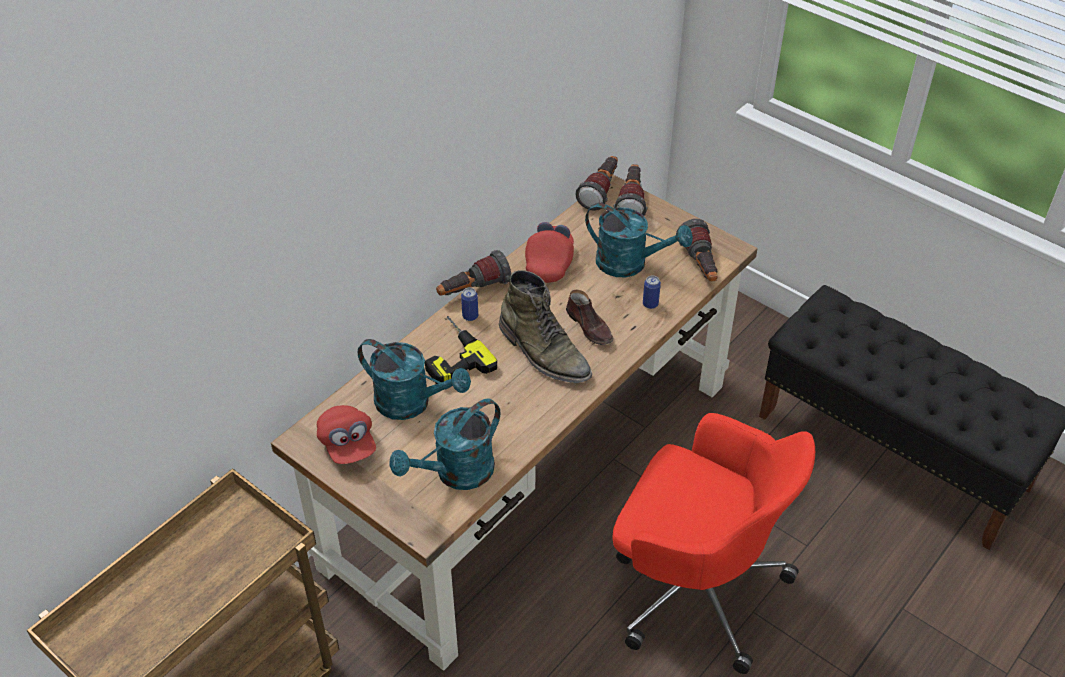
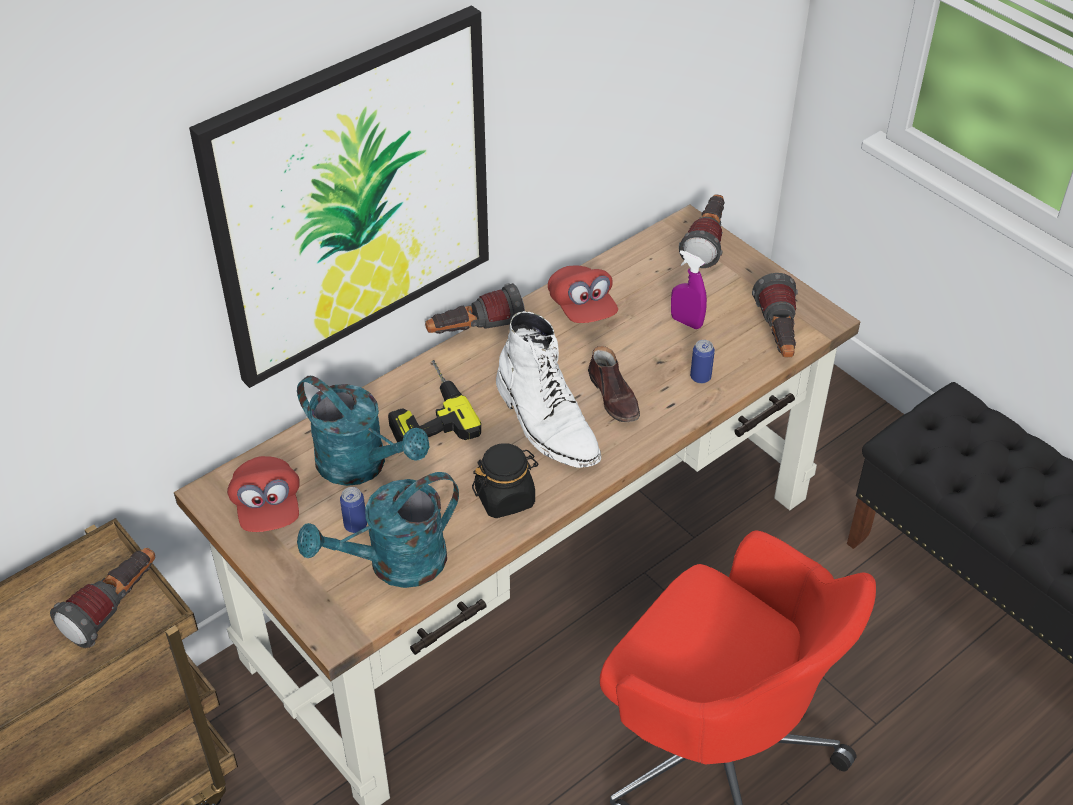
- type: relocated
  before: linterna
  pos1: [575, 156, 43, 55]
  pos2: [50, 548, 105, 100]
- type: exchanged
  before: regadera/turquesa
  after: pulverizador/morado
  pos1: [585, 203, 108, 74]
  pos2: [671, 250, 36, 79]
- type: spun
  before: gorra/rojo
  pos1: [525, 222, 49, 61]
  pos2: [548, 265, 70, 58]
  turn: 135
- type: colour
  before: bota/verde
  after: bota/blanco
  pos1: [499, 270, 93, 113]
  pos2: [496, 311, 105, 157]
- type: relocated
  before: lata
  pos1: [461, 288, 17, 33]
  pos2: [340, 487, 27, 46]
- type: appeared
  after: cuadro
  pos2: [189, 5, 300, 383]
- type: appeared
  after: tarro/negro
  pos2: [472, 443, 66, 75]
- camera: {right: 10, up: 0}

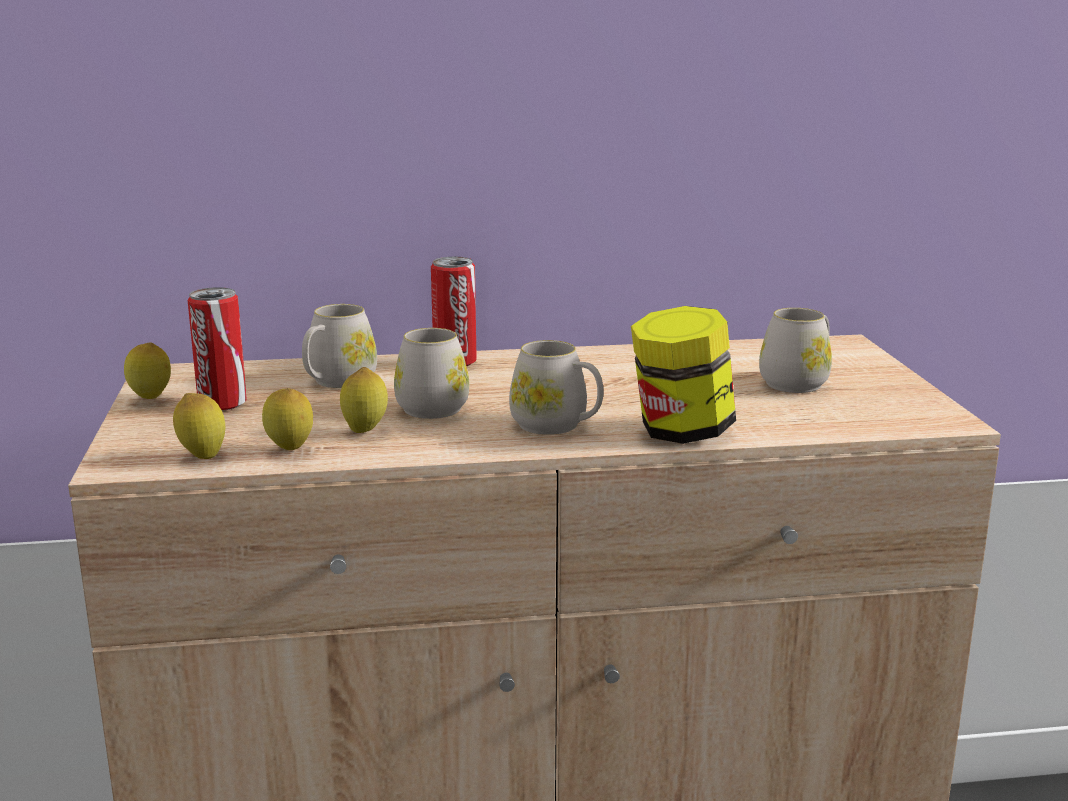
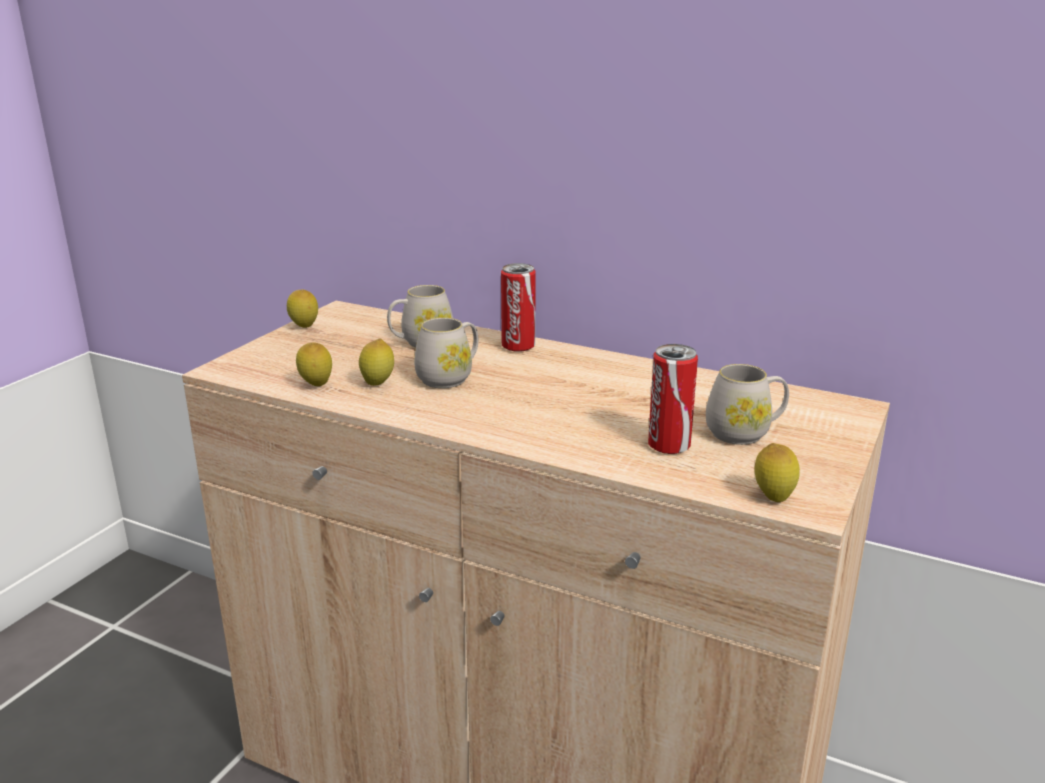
- type: relocated
  before: lata
  pos1: [188, 287, 59, 124]
  pos2: [648, 344, 50, 110]
- type: missing
  before: tarro
  pos1: [631, 306, 105, 138]
- type: missing
  before: taza grande/blanco
  pos1: [509, 340, 94, 95]
- type: relocated
  before: limón
  pos1: [173, 393, 52, 66]
  pos2: [755, 443, 45, 59]
- camera: {right: 35, up: 5}

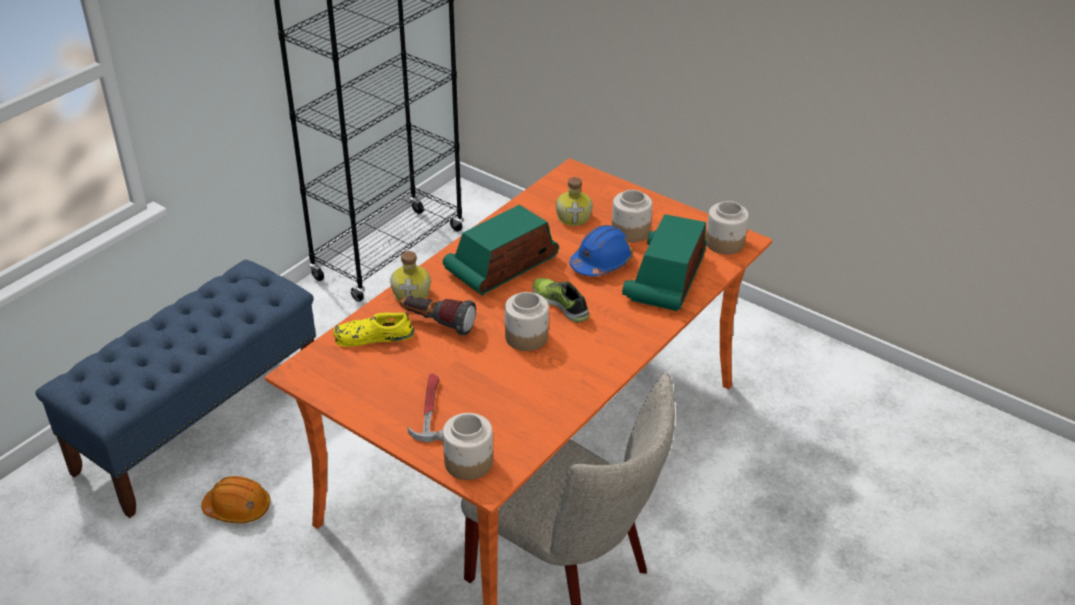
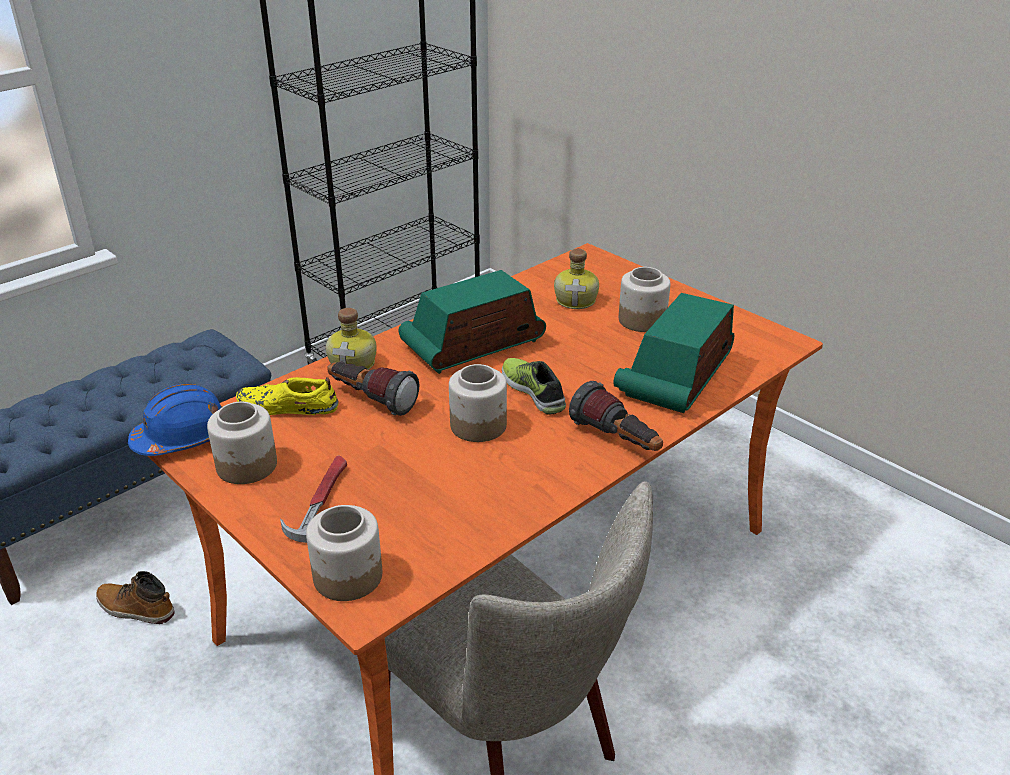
- type: relocated
  before: tarro
  pos1: [706, 201, 43, 53]
  pos2: [207, 402, 70, 82]
- type: relocated
  before: casco/azul
  pos1: [569, 225, 64, 51]
  pos2: [128, 384, 94, 72]
- type: exchanged
  before: casco/naranja
  after: bota
  pos1: [201, 476, 70, 47]
  pos2: [96, 571, 79, 53]
- type: appeared
  after: linterna
  pos2: [569, 381, 94, 70]
- camera: {right: 10, up: -5}

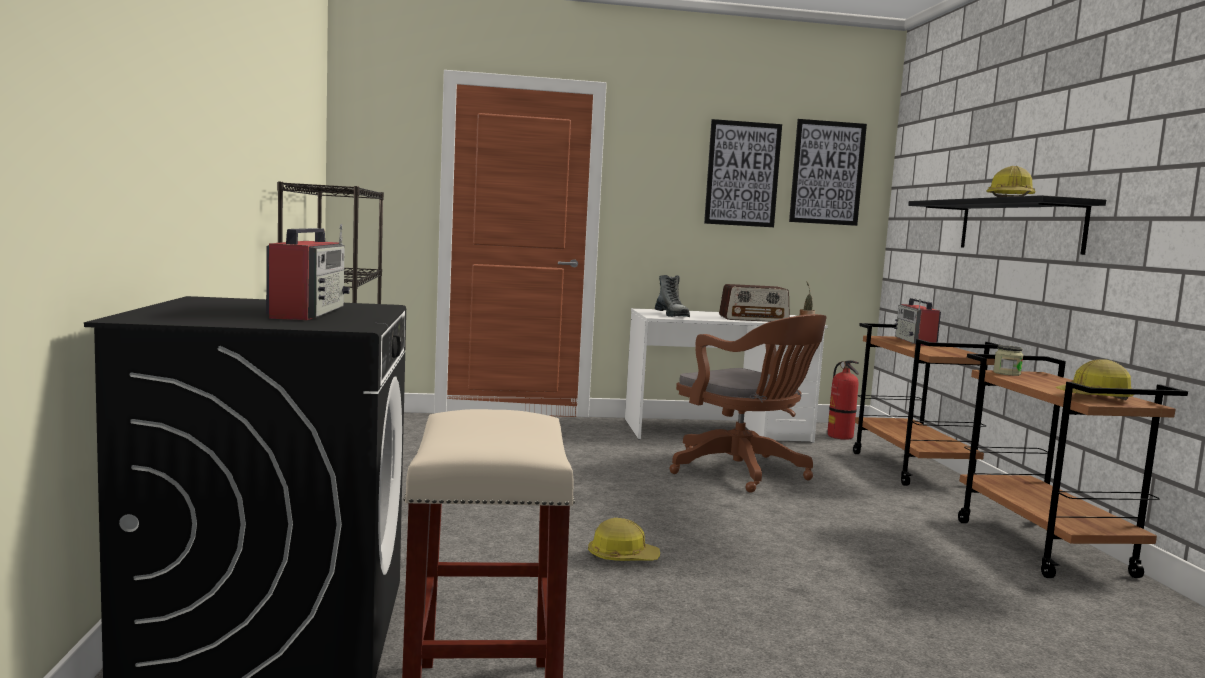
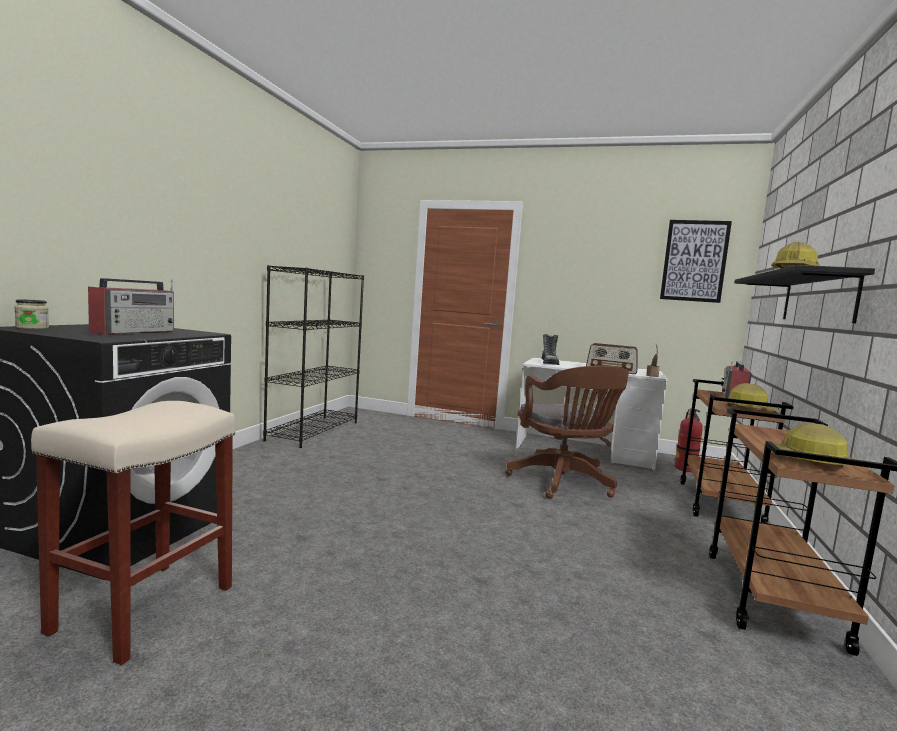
- type: missing
  before: cuadro
  pos1: [704, 119, 78, 108]
- type: relocated
  before: tarro
  pos1: [993, 345, 30, 31]
  pos2: [14, 299, 35, 30]
- type: relocated
  before: casco
  pos1: [588, 518, 72, 43]
  pos2: [727, 383, 52, 27]
- camera: {right: 25, up: 0}

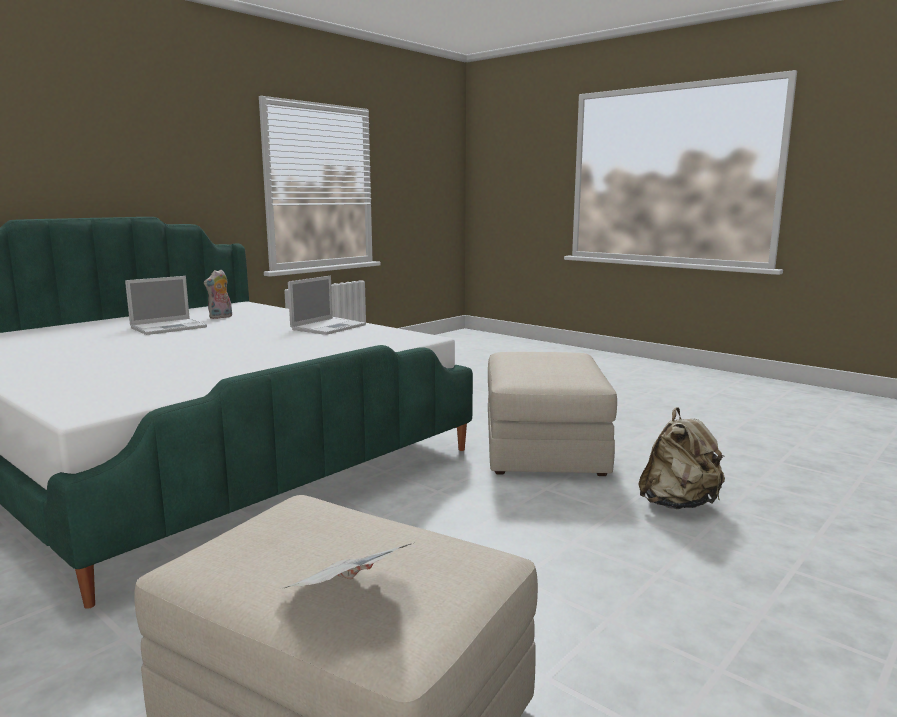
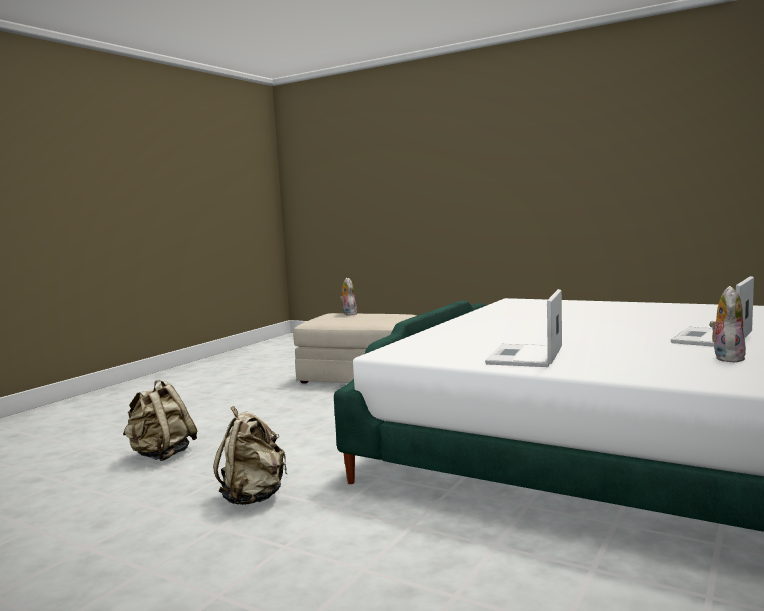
- type: exchanged
  before: puf/beis
  after: mochila/beis
  pos1: [488, 352, 129, 124]
  pos2: [213, 406, 74, 99]
- type: exchanged
  before: periódico
  after: peluche
  pos1: [282, 543, 130, 46]
  pos2: [340, 278, 17, 38]
- camera: {right: 170, up: -5}

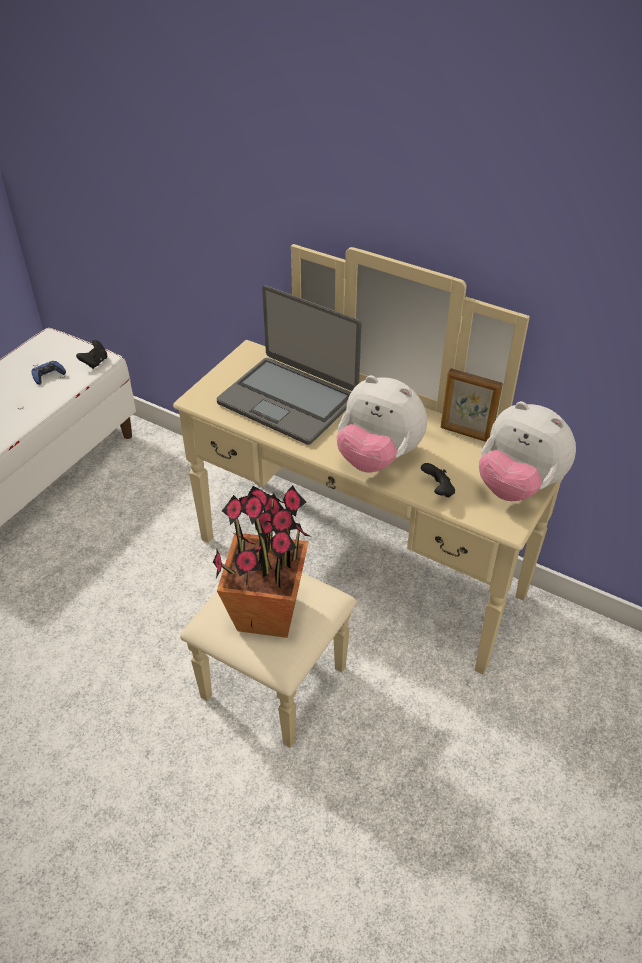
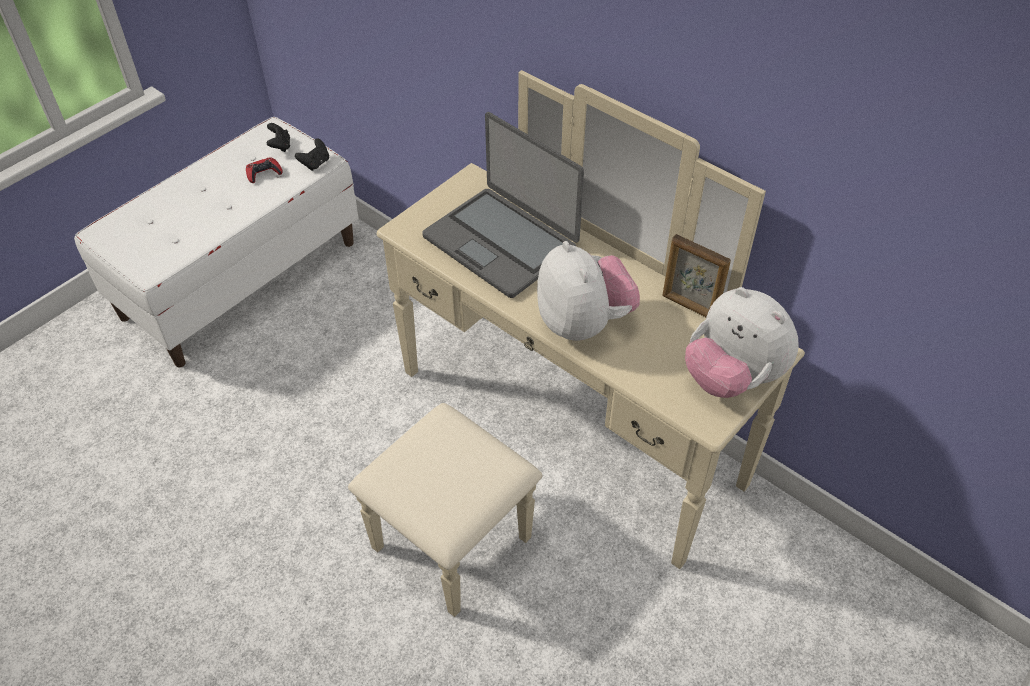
- type: colour
  before: mando de consola/azul
  after: mando de consola/rojo
  pos1: [31, 361, 35, 24]
  pos2: [246, 157, 36, 26]
- type: spun
  before: peluche
  pos1: [336, 375, 91, 98]
  pos2: [537, 241, 103, 100]
  turn: -150
- type: relocated
  before: mando de consola/negro
  pos1: [421, 463, 34, 35]
  pos2: [266, 123, 24, 29]
- type: missing
  before: planta en maceta
  pos1: [213, 485, 98, 153]
- camera: {right: 10, up: 5}

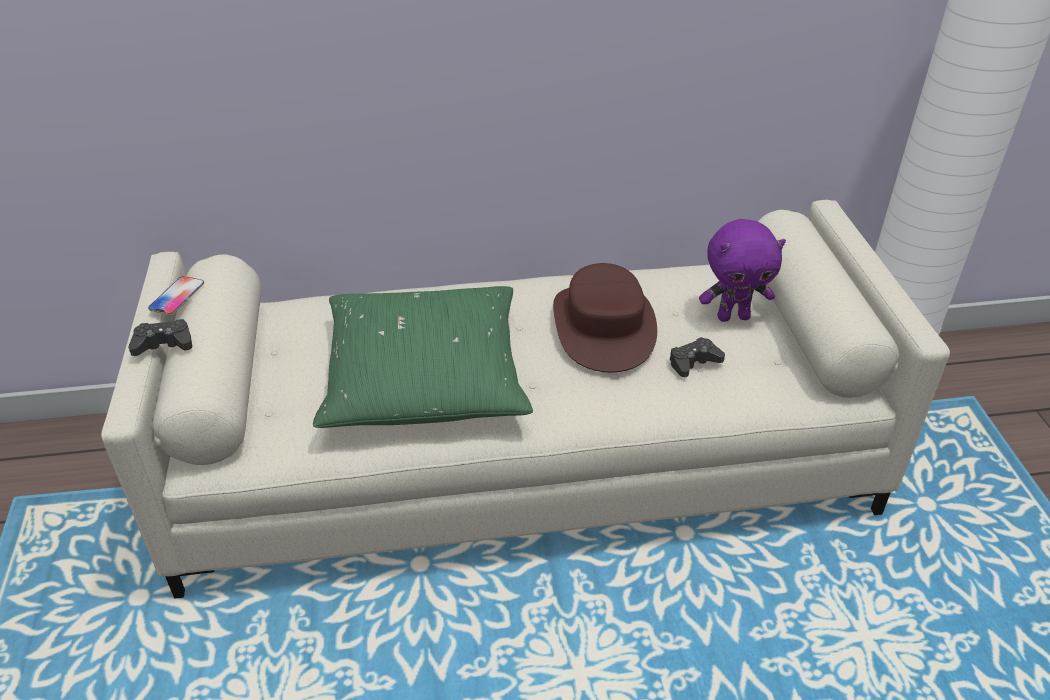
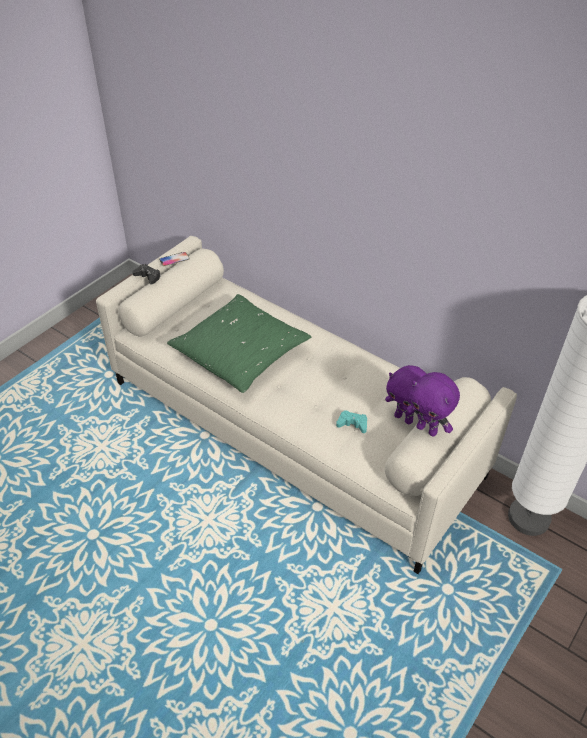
- type: missing
  before: sombrero/marrón
  pos1: [553, 263, 104, 110]
- type: colour
  before: mando de consola/negro
  after: mando de consola/turquesa
  pos1: [670, 337, 55, 40]
  pos2: [336, 410, 31, 23]
- type: appeared
  after: peluche/morado
  pos2: [406, 372, 54, 64]
- camera: {right: 45, up: 5}

